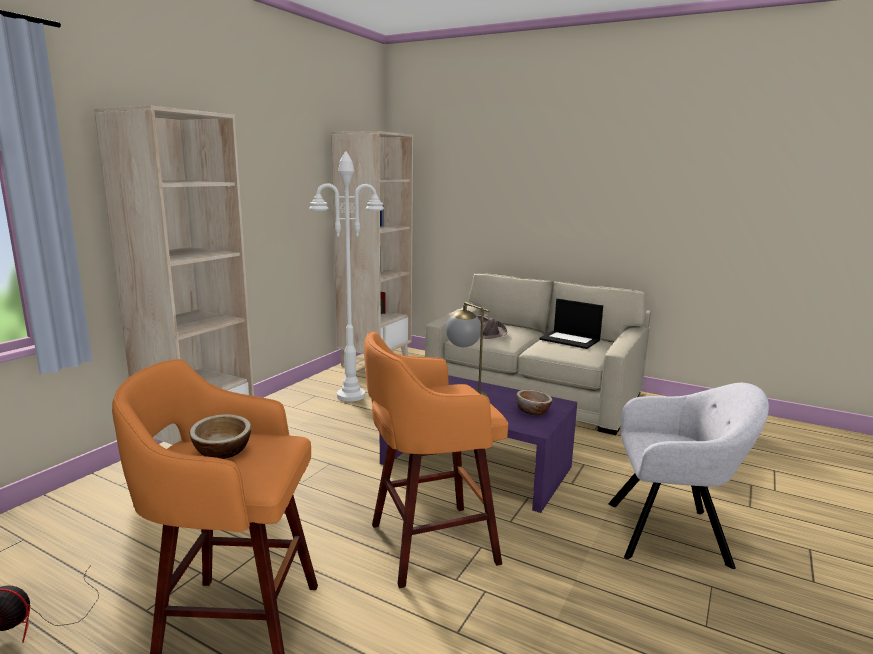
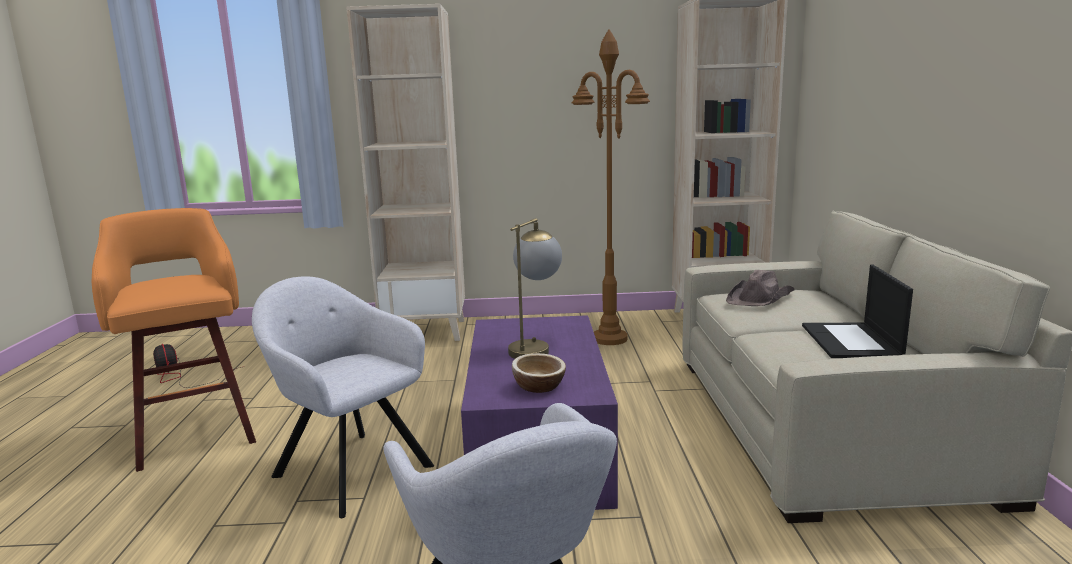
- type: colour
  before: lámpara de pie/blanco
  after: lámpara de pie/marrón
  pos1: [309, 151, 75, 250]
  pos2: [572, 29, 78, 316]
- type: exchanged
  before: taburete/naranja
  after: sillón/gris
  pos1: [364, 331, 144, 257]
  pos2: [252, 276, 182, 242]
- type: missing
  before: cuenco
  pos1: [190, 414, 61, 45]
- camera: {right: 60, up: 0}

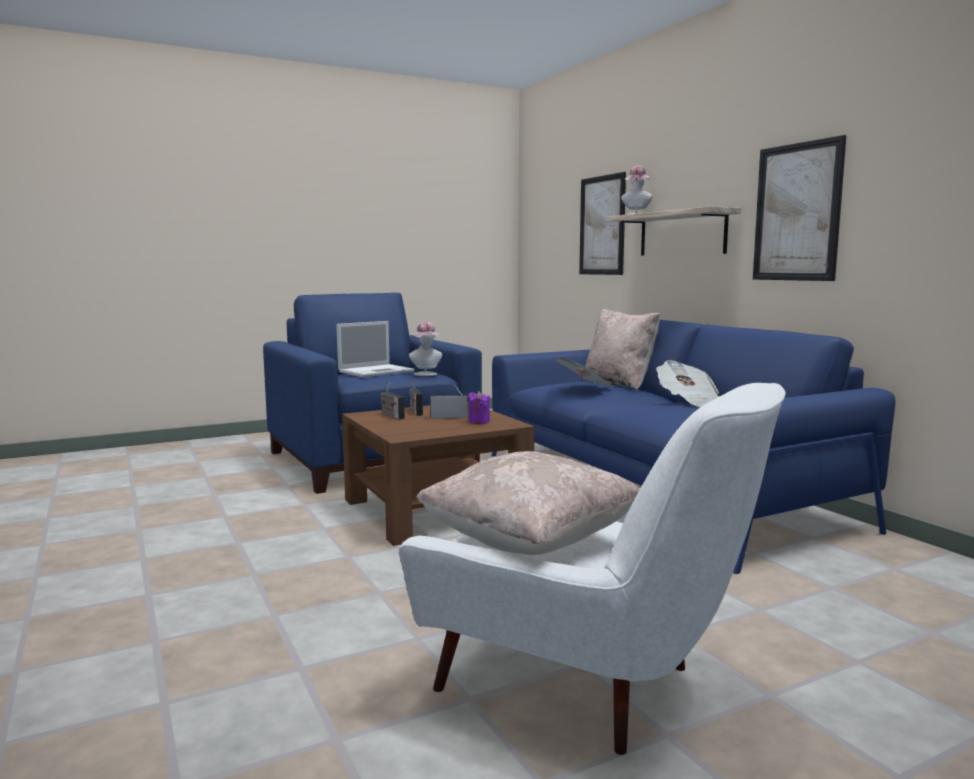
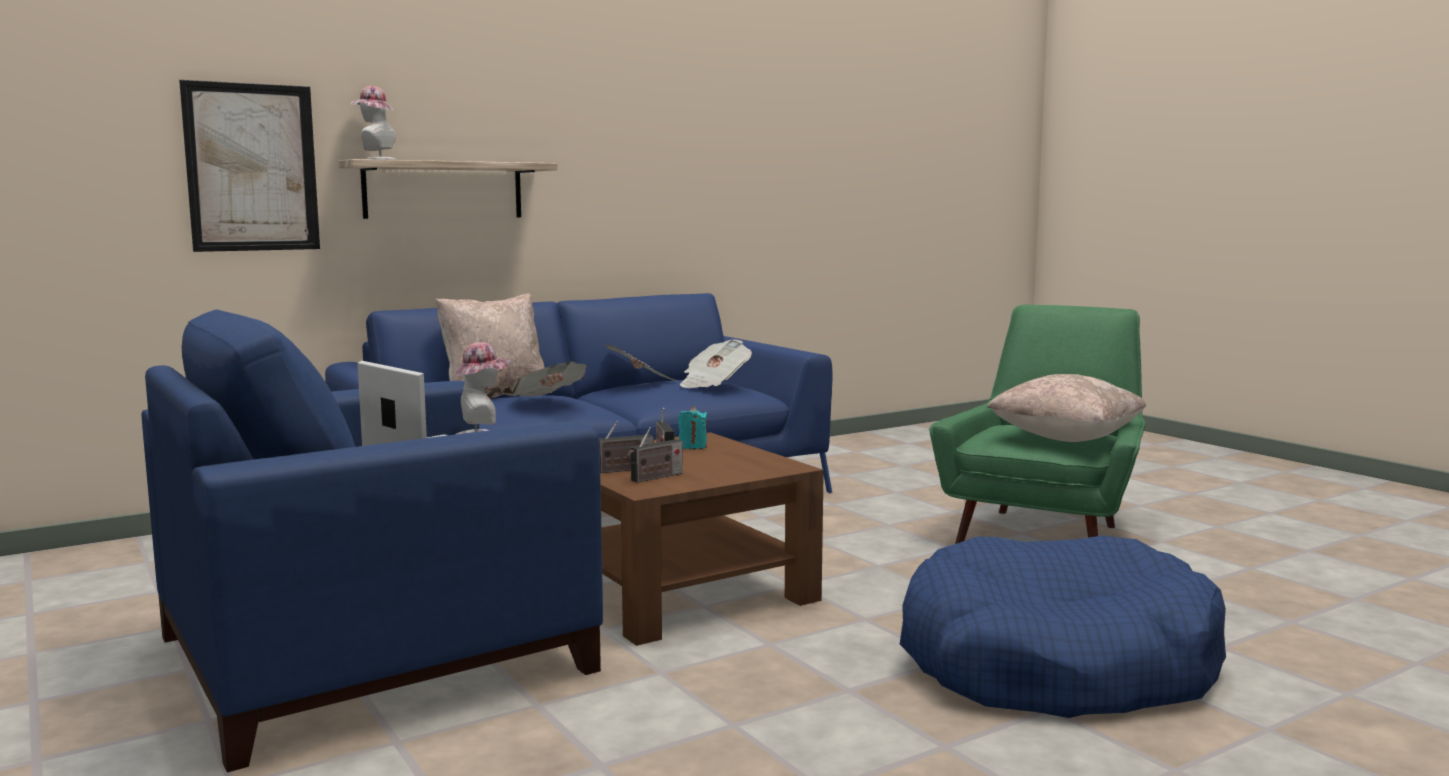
- type: missing
  before: cuadro
  pos1: [753, 135, 93, 146]
- type: colour
  before: sillón/blanco
  after: sillón/verde
  pos1: [399, 383, 387, 372]
  pos2: [929, 305, 217, 239]
- type: colour
  before: vela/morado
  after: vela/turquesa
  pos1: [468, 391, 22, 33]
  pos2: [678, 406, 29, 44]
- type: appeared
  after: periódico
  pos2: [680, 340, 72, 48]
- type: appeared
  after: cama para perro/azul
  pos2: [900, 536, 326, 182]
- camera: {right: -95, up: 0}

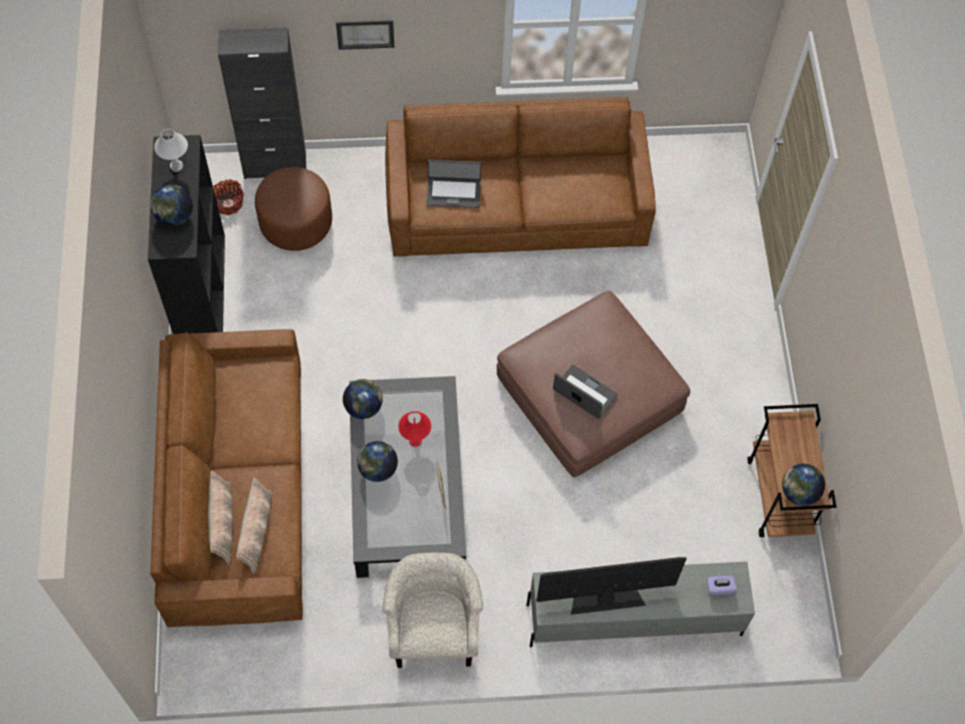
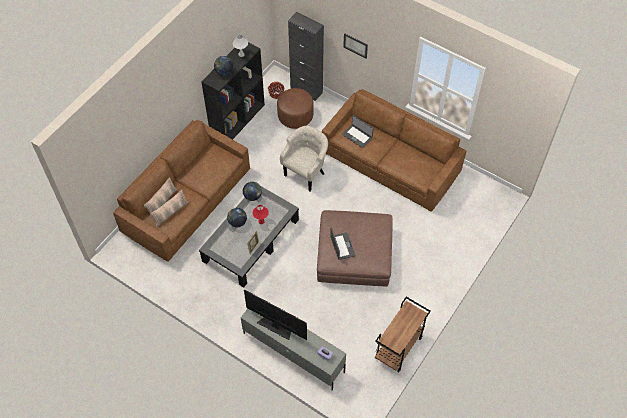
- type: missing
  before: globo terráqueo
  pos1: [782, 464, 43, 42]
- type: relocated
  before: sillón/beis
  pos1: [382, 553, 101, 115]
  pos2: [280, 126, 48, 65]
- camera: {right: 40, up: -5}

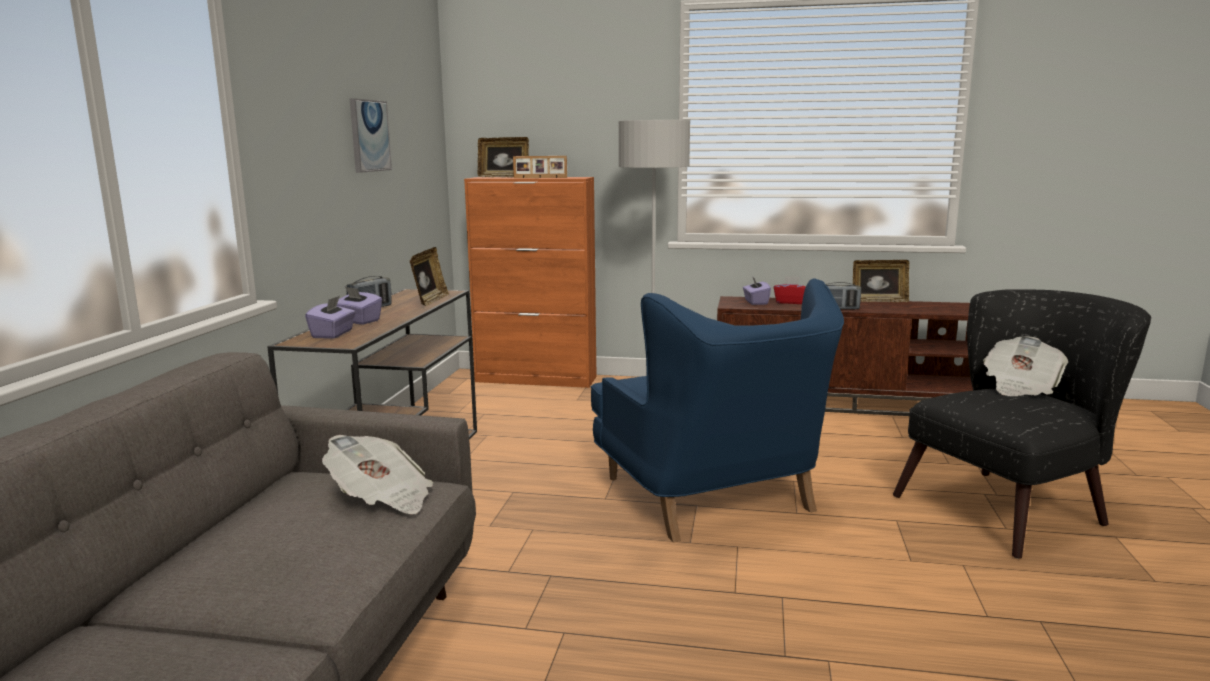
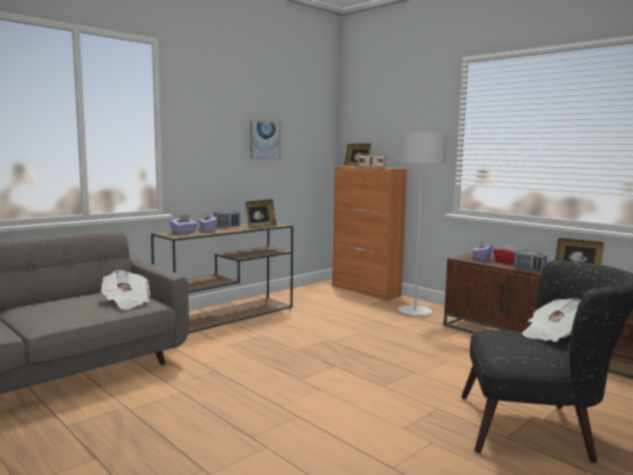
- type: missing
  before: sillón/azul
  pos1: [591, 278, 253, 264]
- camera: {right: 35, up: -5}

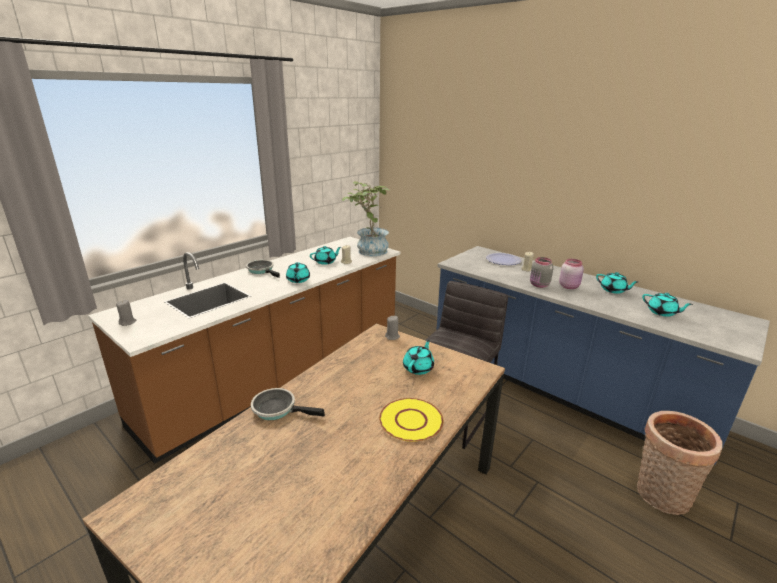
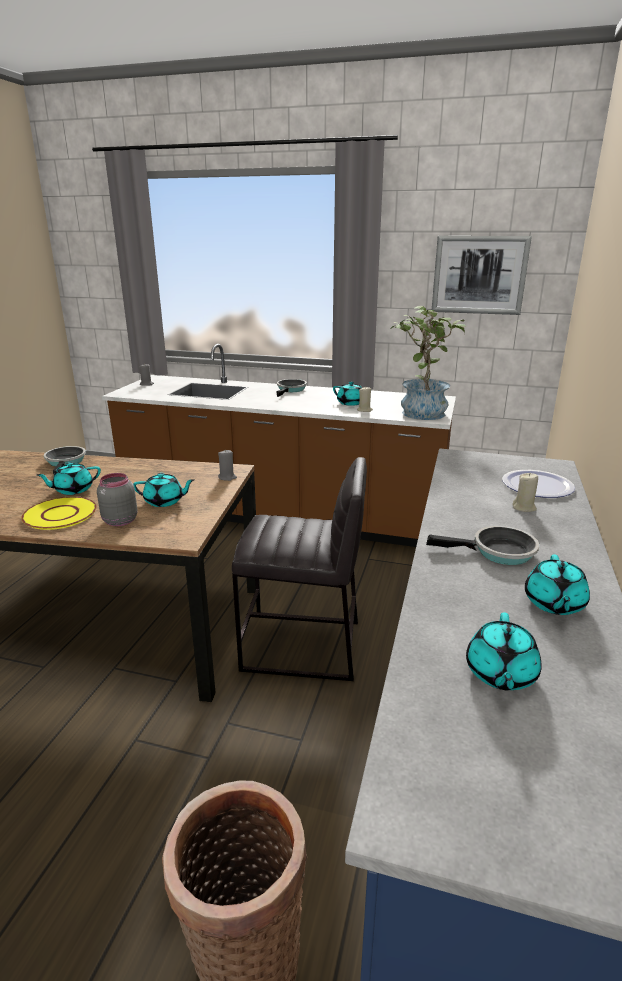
- type: relocated
  before: tarro/gris
  pos1: [530, 257, 23, 31]
  pos2: [97, 473, 41, 53]
- type: exchanged
  before: tarro/rosa
  after: sartén
  pos1: [559, 259, 25, 30]
  pos2: [426, 526, 113, 39]
- type: relocated
  before: tetera/turquesa
  pos1: [286, 262, 24, 21]
  pos2: [37, 462, 64, 33]
- type: appeared
  after: cuadro
  pos2: [432, 236, 100, 79]
- camera: {right: 65, up: 0}

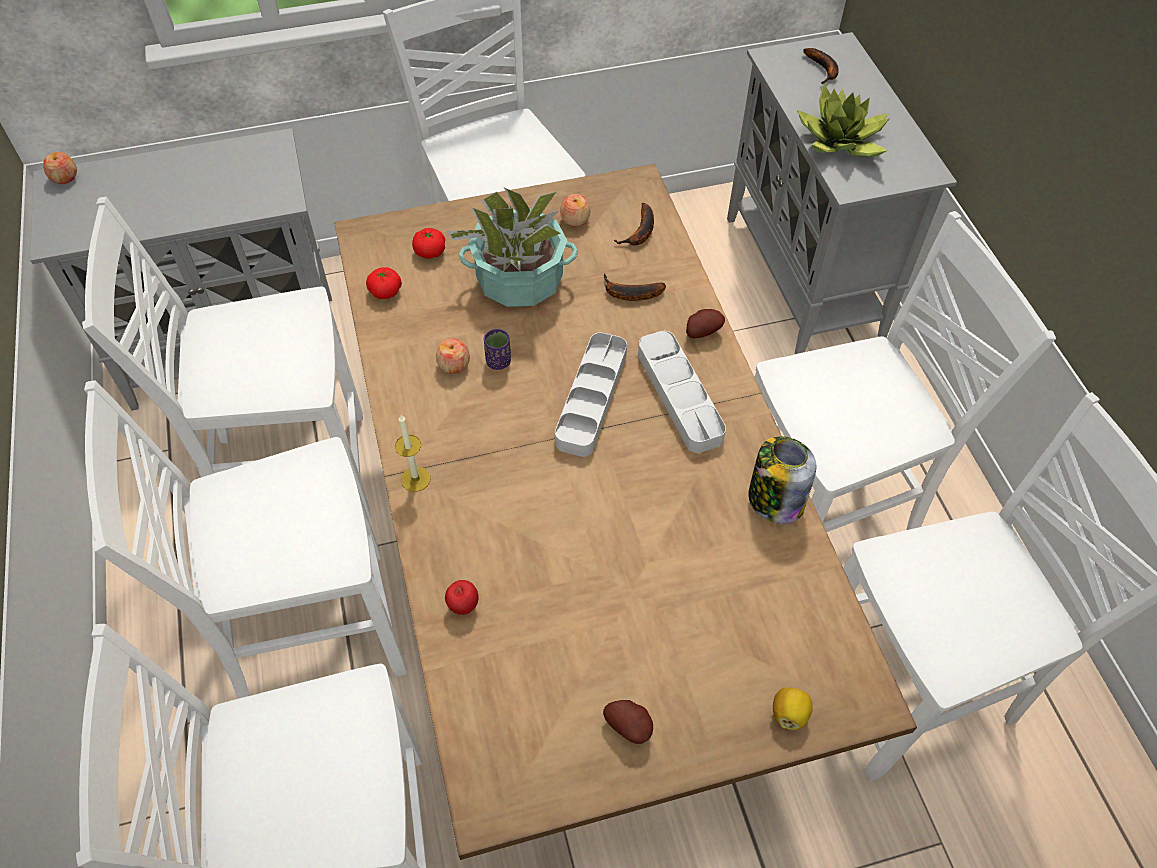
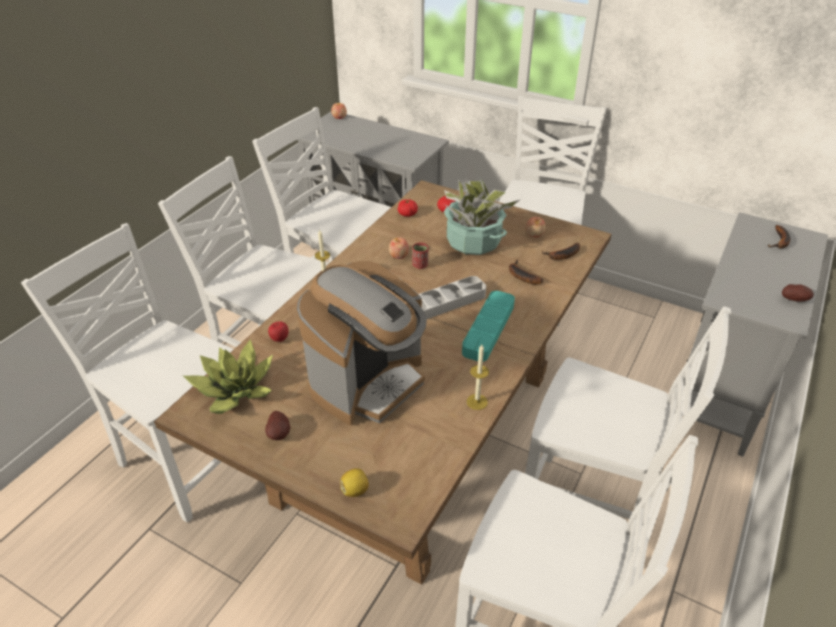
- type: relocated
  before: planta en maceta
  pos1: [797, 83, 93, 74]
  pos2: [183, 339, 90, 75]
- type: relocated
  before: patata
  pos1: [686, 309, 39, 29]
  pos2: [782, 284, 32, 18]
- type: colour
  before: taza/morado
  after: taza/rojo
  pos1: [484, 329, 27, 41]
  pos2: [412, 243, 16, 26]
- type: colour
  before: bandeja/gris
  after: bandeja/turquesa
  pos1: [638, 331, 88, 122]
  pos2: [462, 291, 53, 71]
- type: exchanged
  before: tarro
  after: vela
  pos1: [748, 436, 68, 88]
  pos2: [467, 344, 22, 66]
- type: appeared
  after: cafetera
  pos2: [297, 261, 130, 165]
- camera: {right: 45, up: -15}

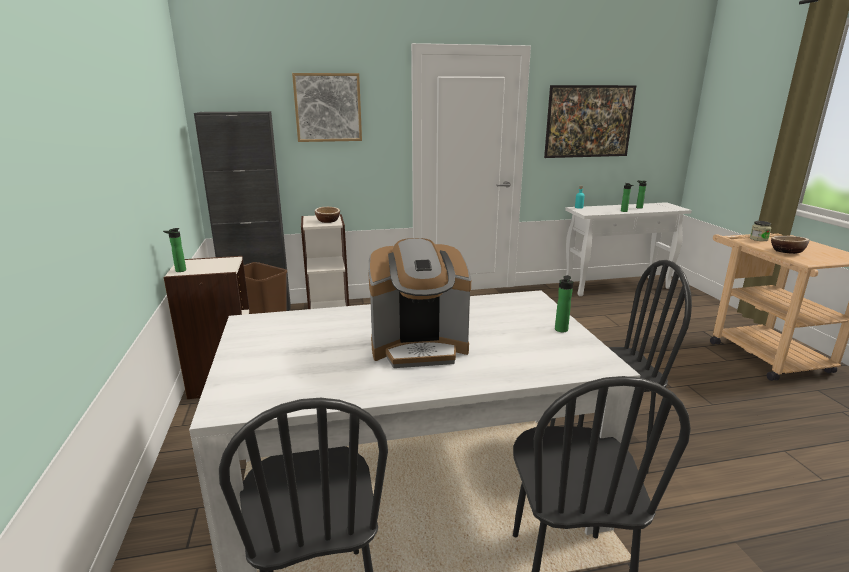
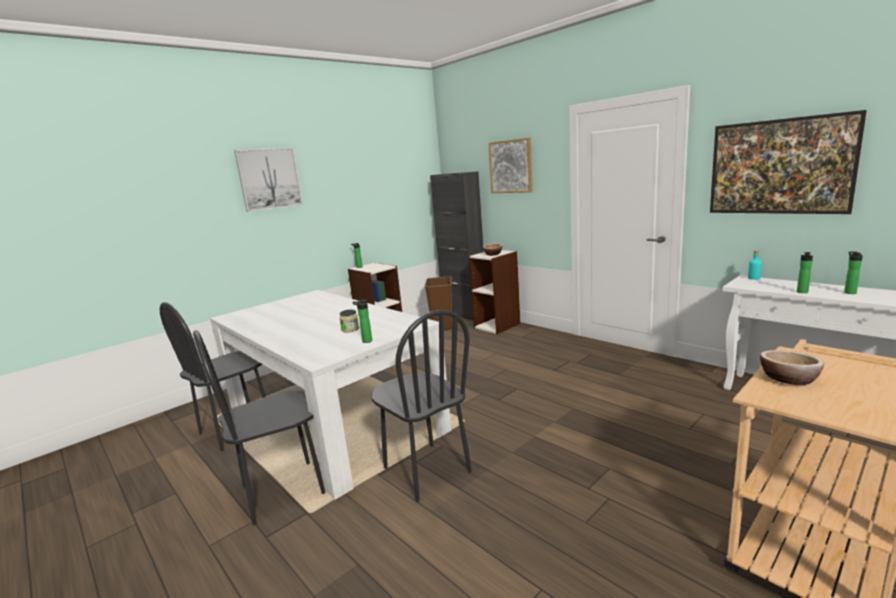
- type: relocated
  before: tarro
  pos1: [750, 221, 21, 20]
  pos2: [339, 309, 20, 24]
- type: missing
  before: cafetera
  pos1: [368, 238, 103, 130]
- type: appeared
  after: cuadro
  pos2: [234, 148, 69, 64]
- camera: {right: 60, up: -5}

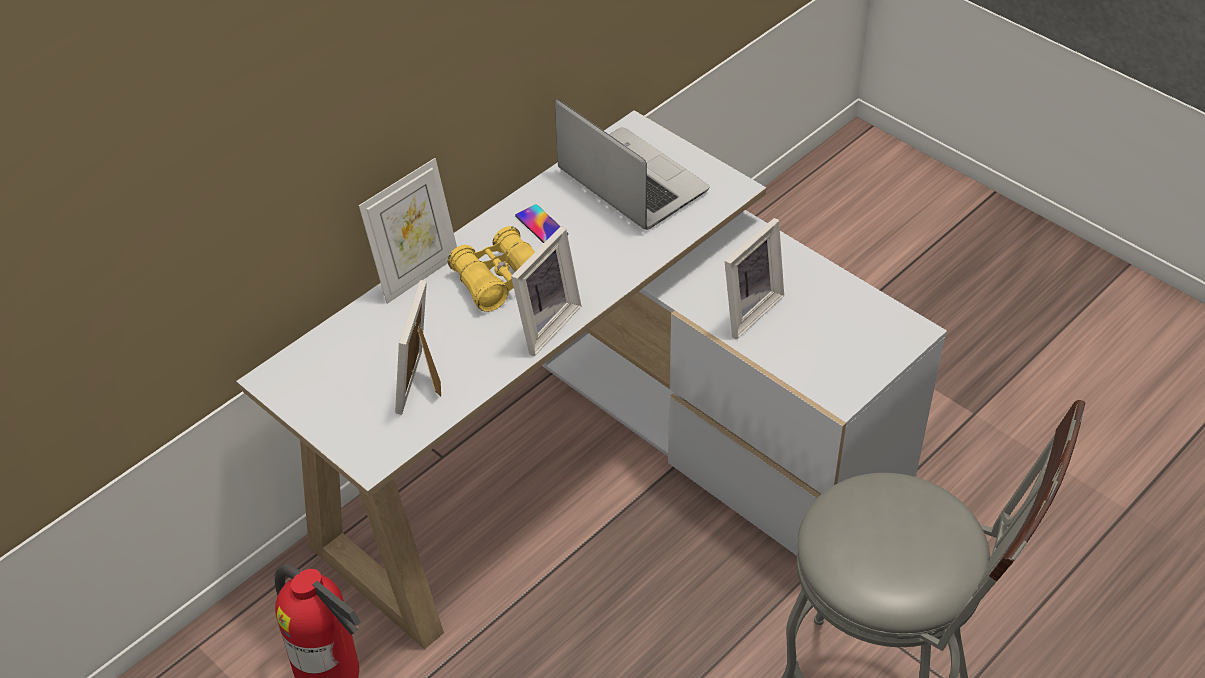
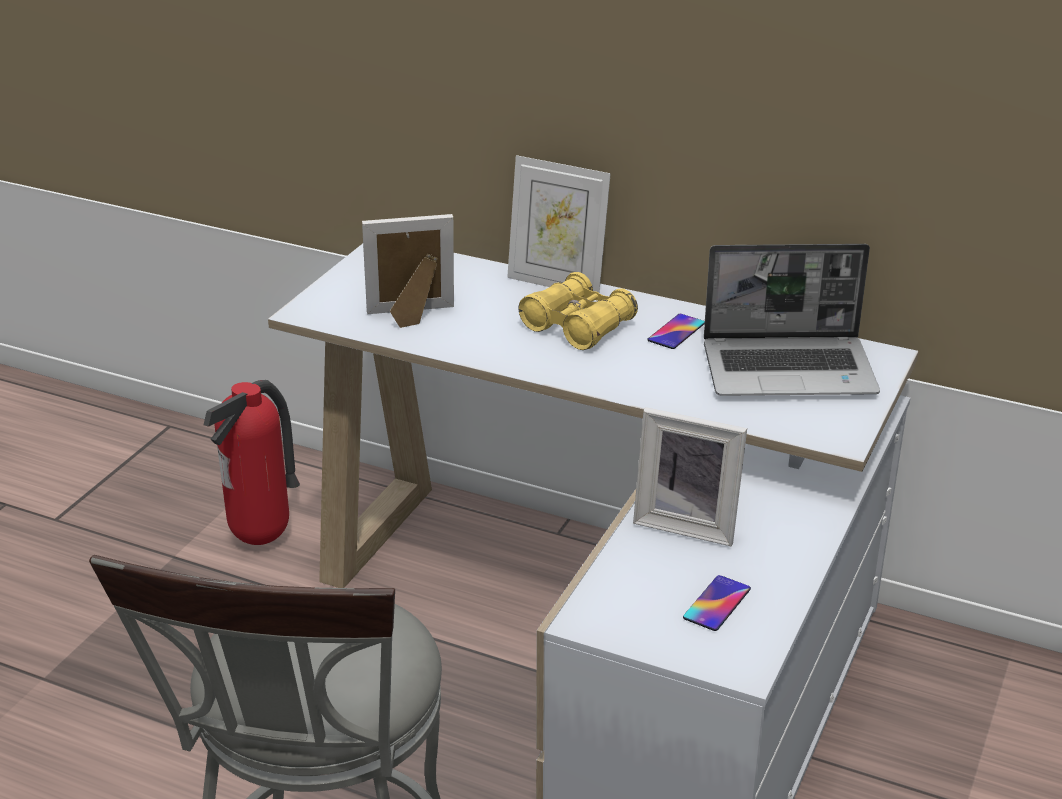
- type: spun
  before: portátil
  pos1: [555, 99, 155, 131]
  pos2: [704, 244, 176, 152]
  turn: 60
- type: missing
  before: portarretratos
  pos1: [511, 226, 70, 130]
- type: appeared
  after: móvil
  pos2: [683, 575, 68, 56]
- camera: {right: 70, up: -15}

